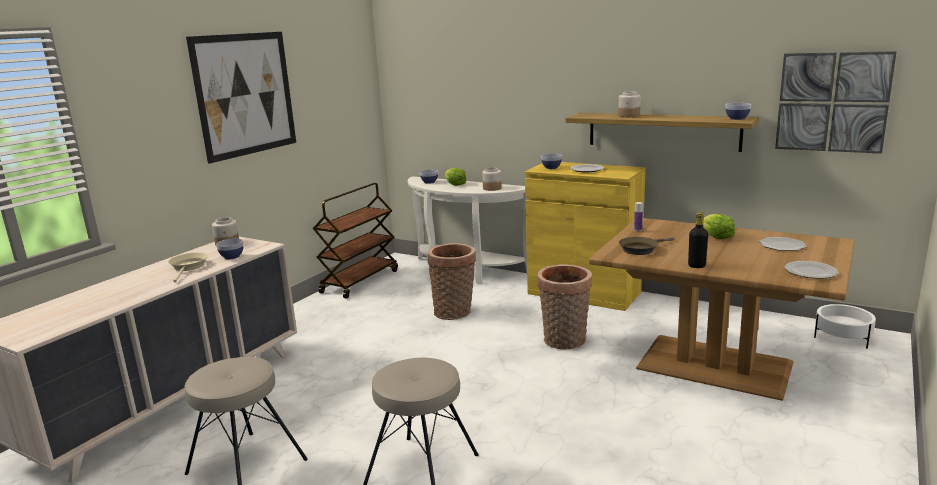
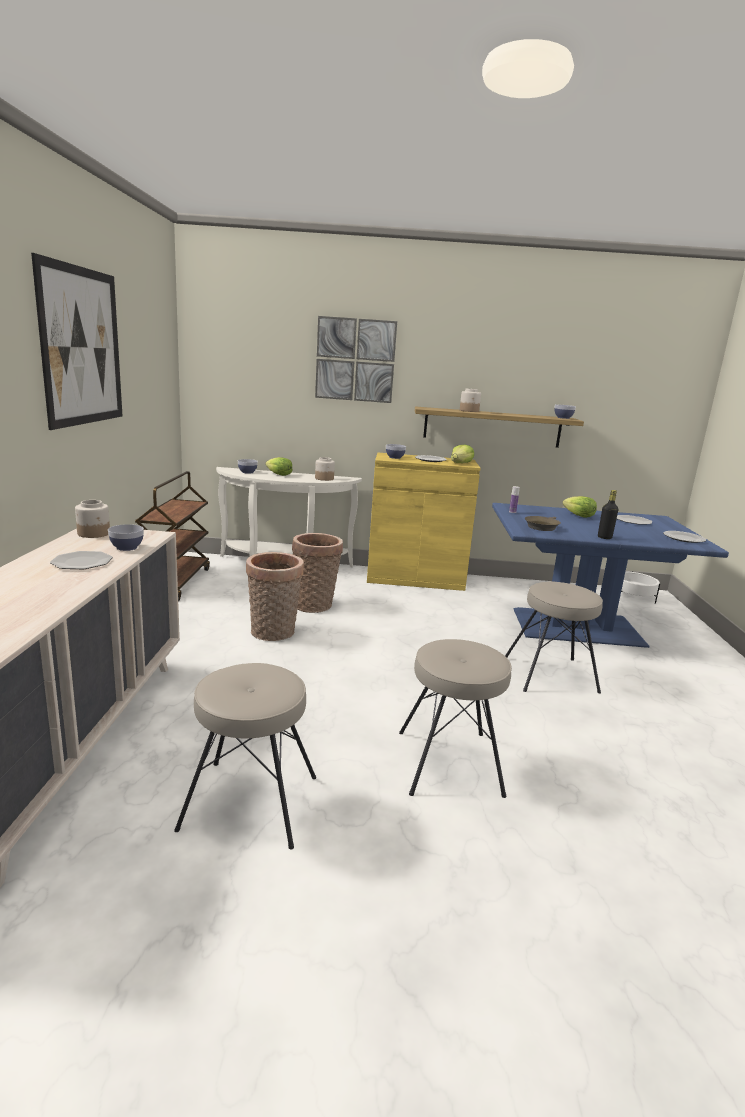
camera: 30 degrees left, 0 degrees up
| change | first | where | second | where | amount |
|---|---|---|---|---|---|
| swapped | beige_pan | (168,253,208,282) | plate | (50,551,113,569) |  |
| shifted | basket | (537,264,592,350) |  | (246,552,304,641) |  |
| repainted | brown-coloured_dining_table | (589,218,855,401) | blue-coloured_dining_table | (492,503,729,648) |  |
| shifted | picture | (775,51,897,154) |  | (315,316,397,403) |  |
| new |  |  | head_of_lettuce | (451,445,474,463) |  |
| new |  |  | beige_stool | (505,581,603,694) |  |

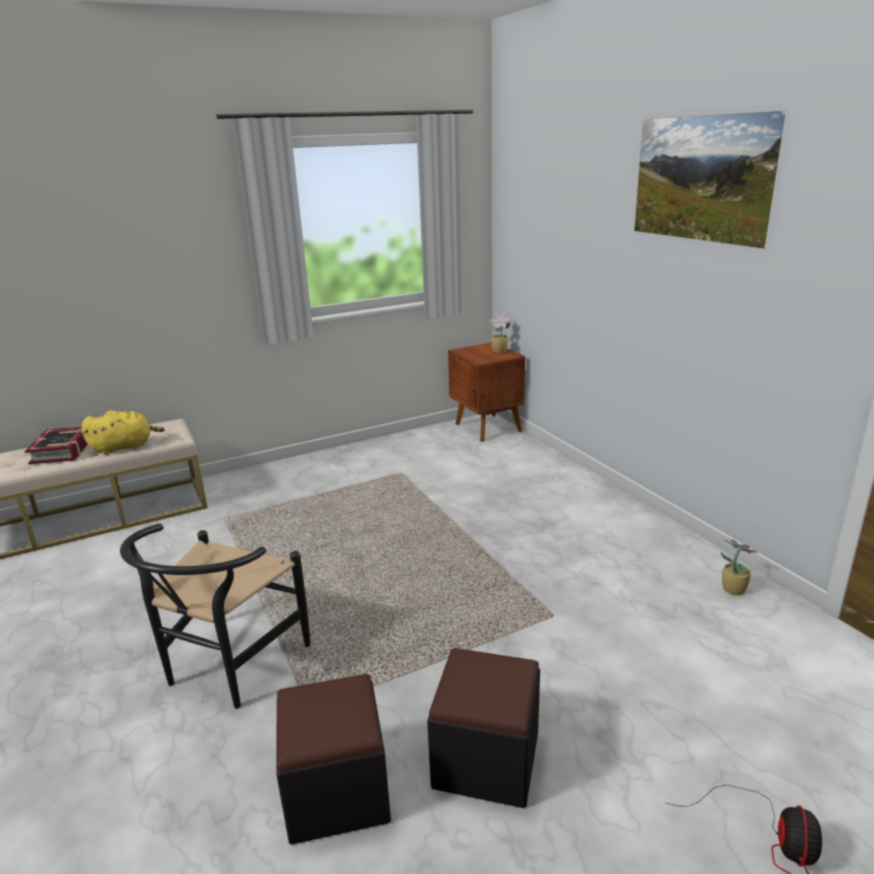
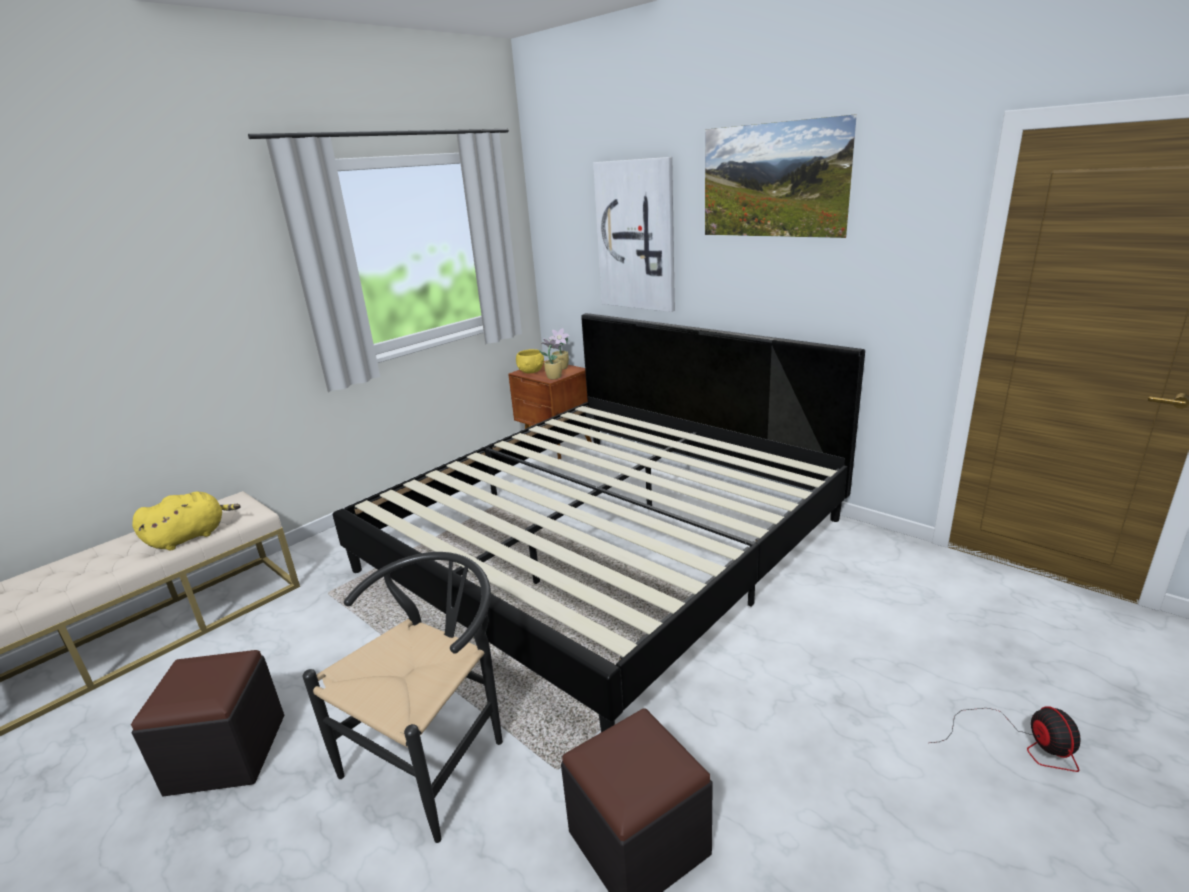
camera: 20 degrees left, 0 degrees up
| change | first | where | second | where | amount |
|---|---|---|---|---|---|
| gone | volume | (25,427,88,464) |  |  |  |
| rotated | black-coloured_upright_chair | (120,524,310,709) |  | (303,552,503,843) | 150 degrees counterclockwise |
| shifted | black-coloured_pouffe | (427,648,540,808) |  | (131,650,284,796) |  |
| shifted | potted_plant | (721,539,758,595) |  | (539,339,562,379) |  |
| new |  |  | sleeping_bed | (333,313,865,732) |  |
| new |  |  | yellow_deep_dish | (516,349,544,373) |  |
| new |  |  | picture | (593,157,675,312) |  |

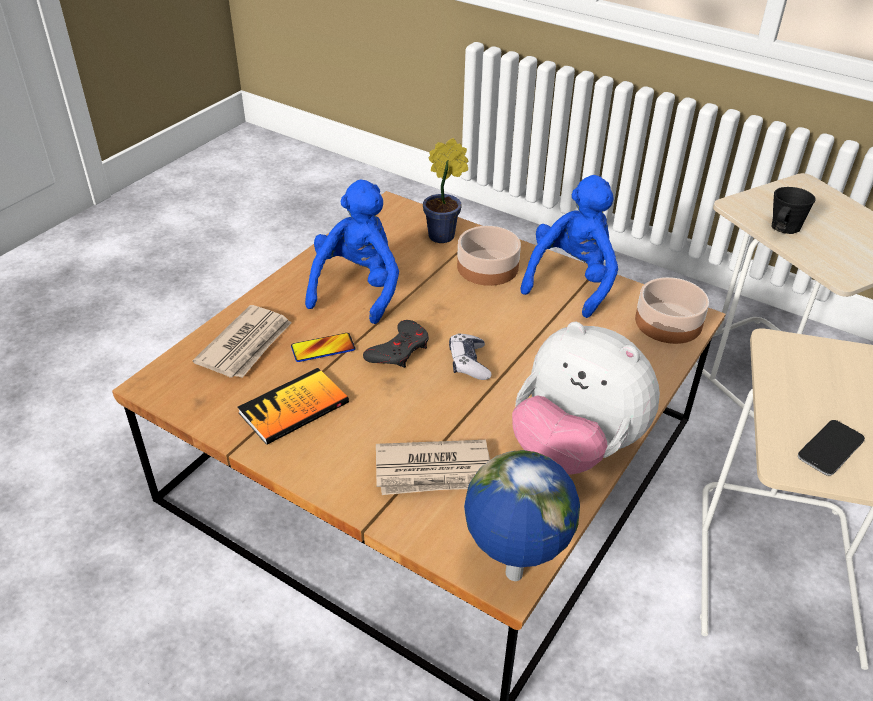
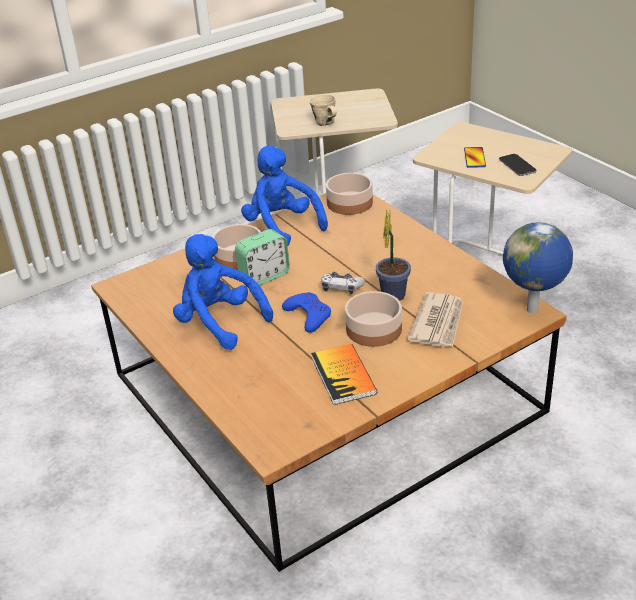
camera: 65 degrees left, 5 degrees down
| change | first | where | second | where | amount |
|---|---|---|---|---|---|
| gone | newspaper | (193,305,292,378) |  |  |  |
| shifted | telephone | (291,333,355,362) |  | (464,147,486,168) |  |
| repainted | gray_joypad | (363,320,429,368) | blue-coloured_joypad | (282,292,331,333) |  |
| shifted | potted_plant | (423,138,468,243) |  | (376,209,411,301) |  |
| gone | cuddly_toy | (512,322,660,475) |  |  |  |
| repainted | black-coloured_mug | (772,187,816,234) | beige_mug | (309,94,337,126) |  |
| new |  |  | bedside_clock | (235,229,290,285) |  |
| new |  |  | deep_dish | (345,291,402,347) |  |

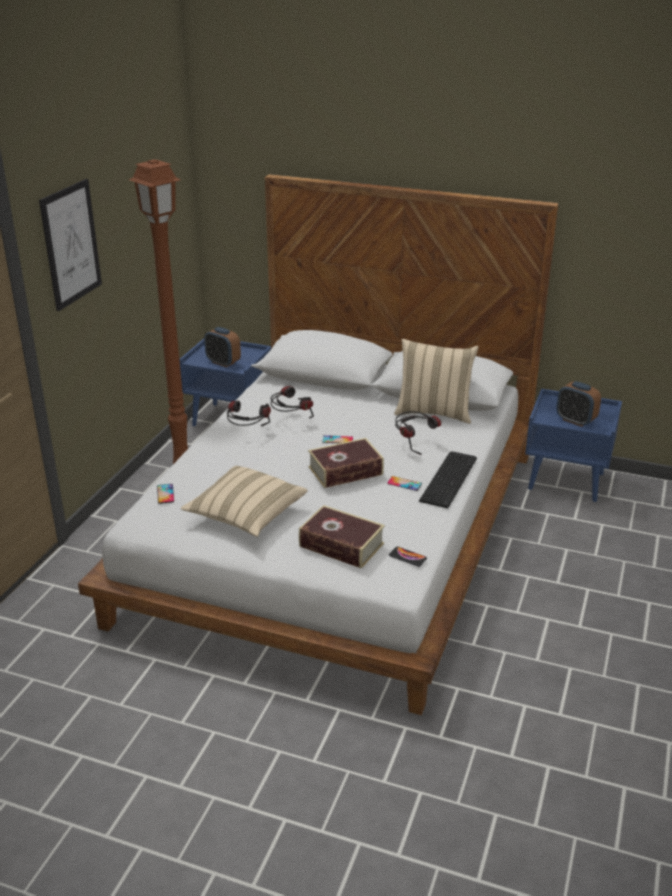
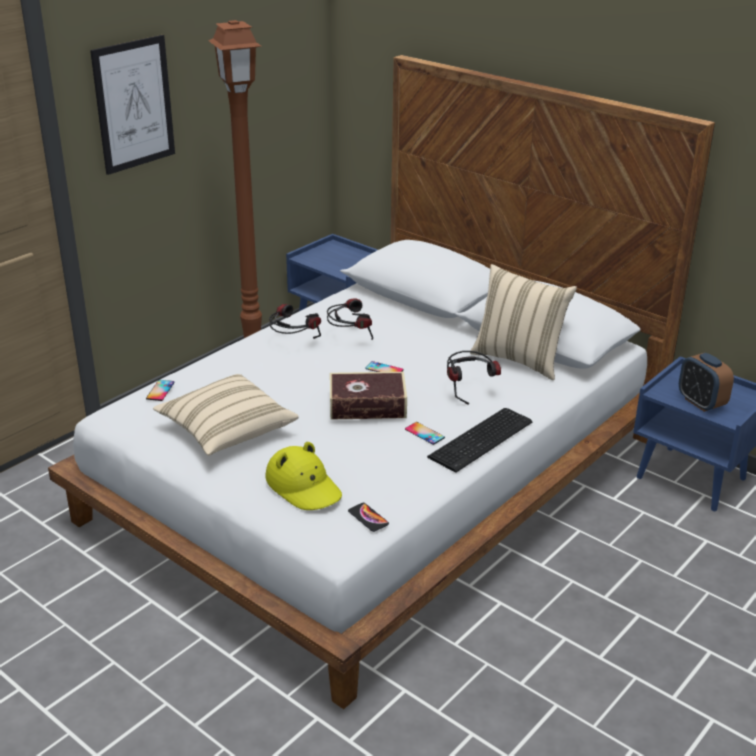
camera: 20 degrees right, 0 degrees up
| change | first | where | second | where | amount |
|---|---|---|---|---|---|
| gone | bedside_clock | (204,327,241,367) |  |  |  |
| swapped | volume | (299,505,385,569) | yellow_hat | (265,442,342,510) |  |

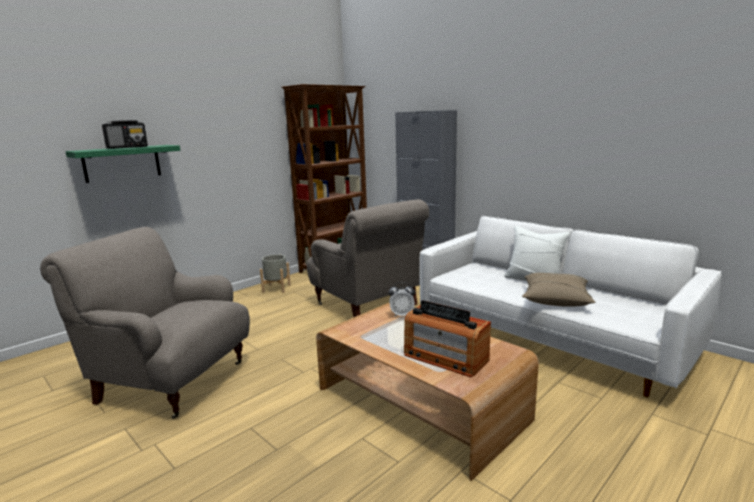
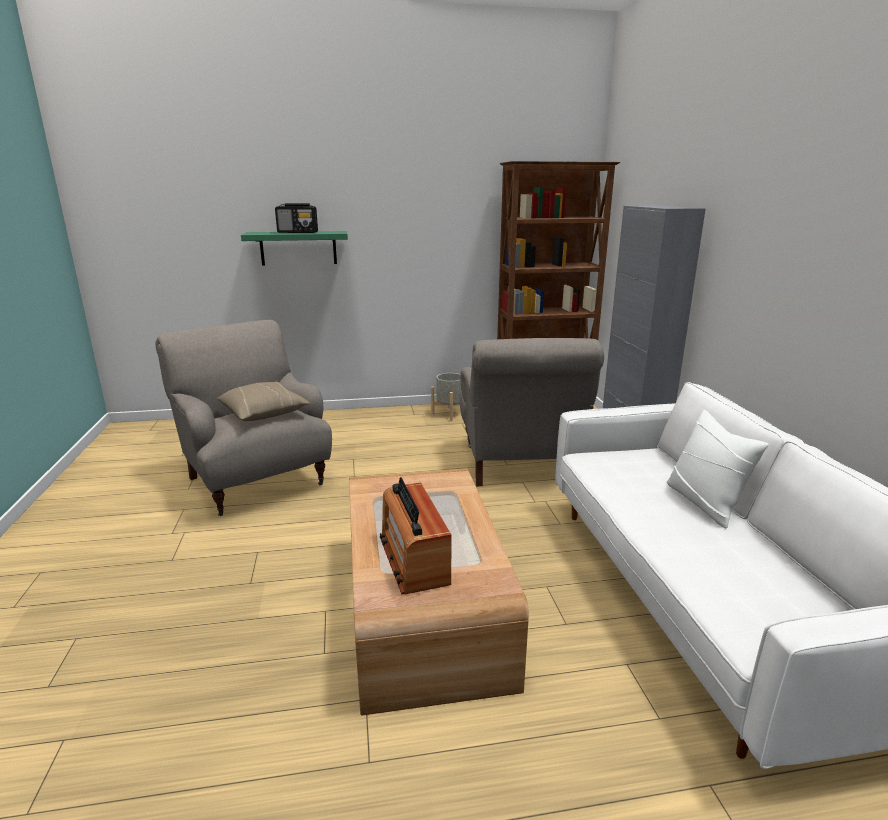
camera: 35 degrees right, 5 degrees up
| change | first | where | second | where | amount |
|---|---|---|---|---|---|
| gone | bedside_clock | (388,282,415,317) |  |  |  |
| shifted | beige_throw_pillow | (522,272,596,307) |  | (218,381,310,421) |  |

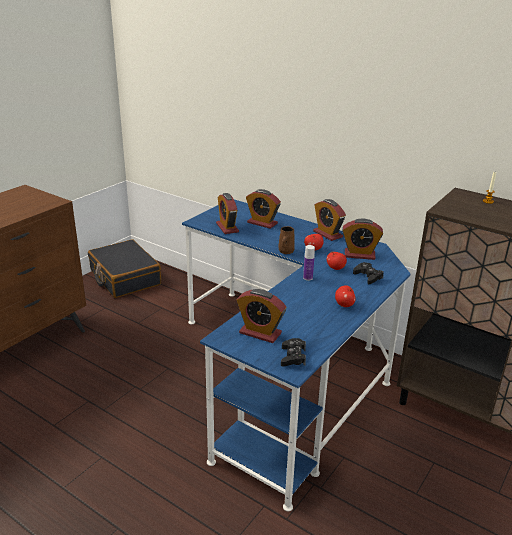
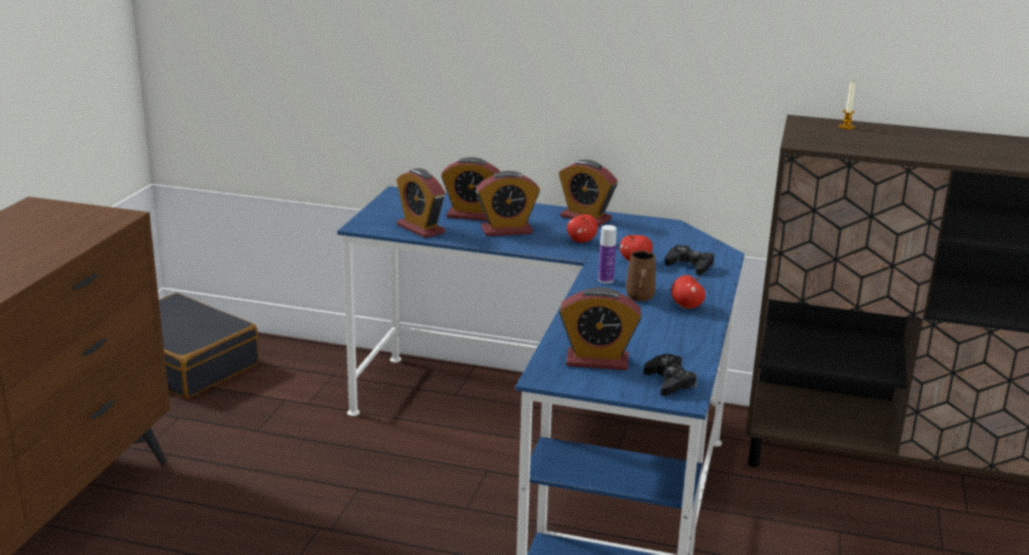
camera: 20 degrees left, 5 degrees down
| change | first | where | second | where | amount |
|---|---|---|---|---|---|
| shifted | brown-coloured_mug | (278,226,295,254) |  | (626,251,656,301) |  |
| shifted | bedside_clock | (342,218,383,260) |  | (476,171,540,236) |  |

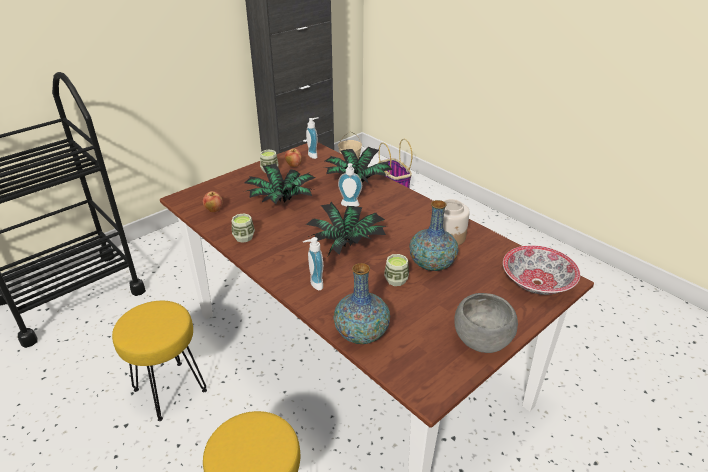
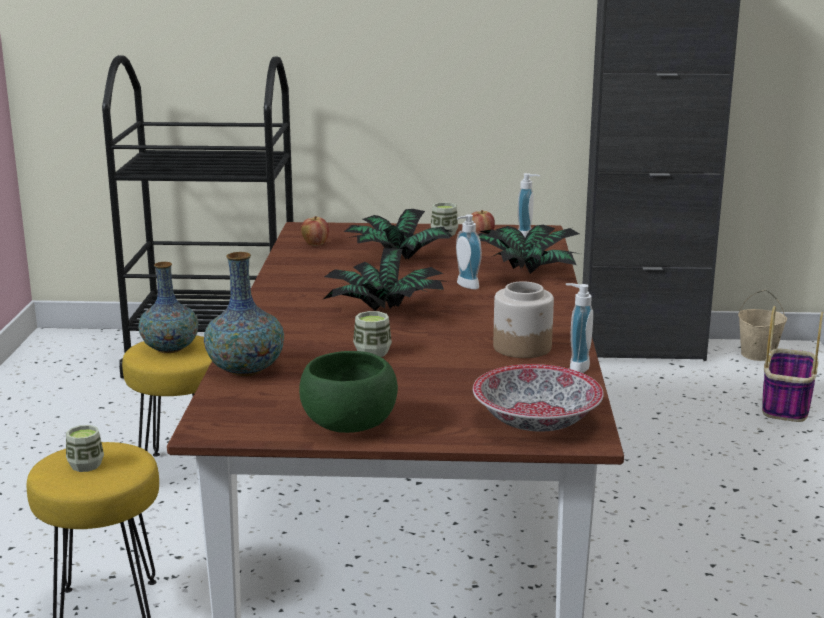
camera: 45 degrees right, 15 degrees down
| change | first | where | second | where | amount |
|---|---|---|---|---|---|
| shifted | cup | (232,213,255,243) |  | (66,425,104,472) |  |
| shifted | liquid_soap_bottle | (303,237,323,290) |  | (566,283,593,373) |  |
| shifted | decorative_vase | (409,200,458,271) |  | (138,262,199,353) |  |
| repainted | gray_deep_dish | (454,293,518,353) | green-coloured_deep_dish | (299,351,398,433) |  |

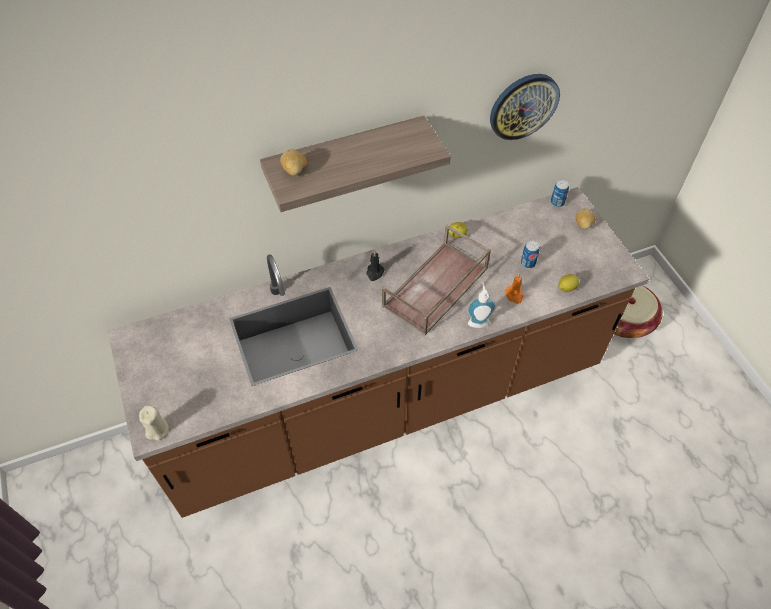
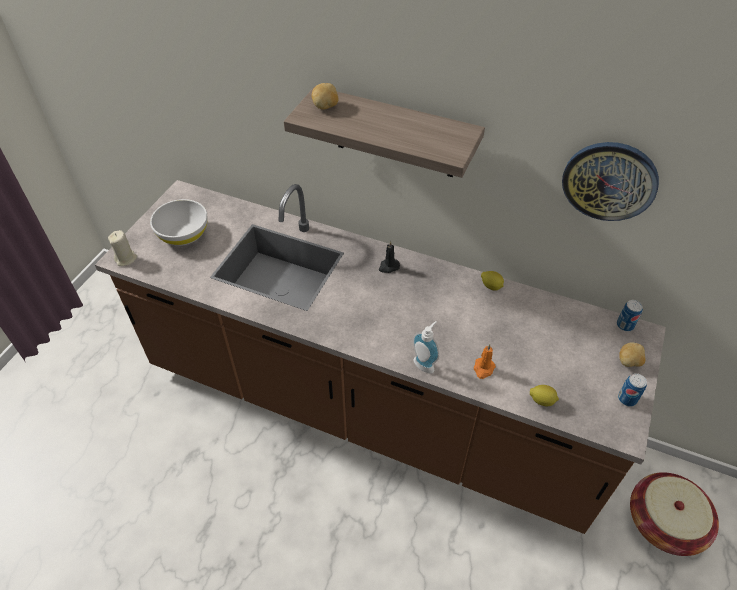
camera: 45 degrees right, 5 degrees down
| change | first | where | second | where | amount |
|---|---|---|---|---|---|
| gone | brown-coloured_serving_tray | (382,225,491,336) |  |  |  |
| shifted | can | (521,241,540,268) |  | (618,373,647,407) |  |
| new |  |  | whitish_deep_dish | (150,199,208,246) |  |

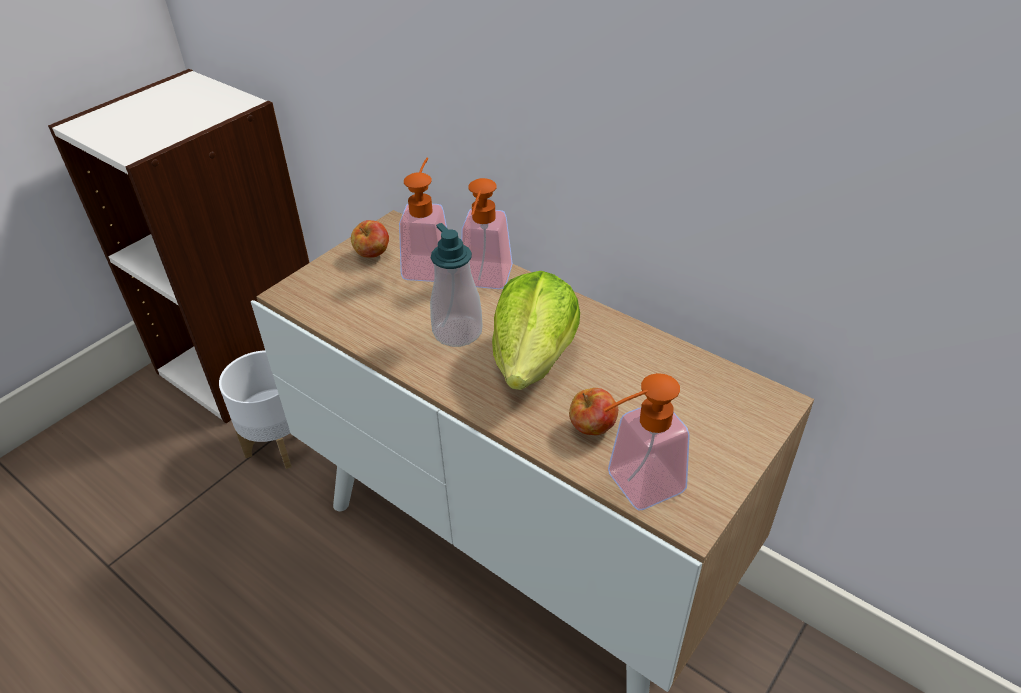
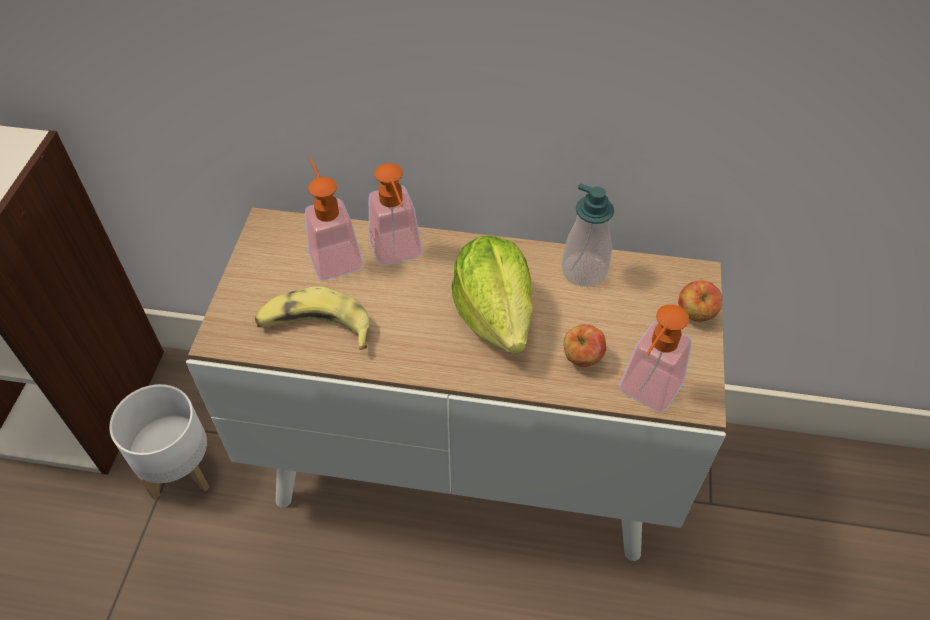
camera: 30 degrees left, 10 degrees up
| change | first | where | second | where | amount |
|---|---|---|---|---|---|
| shifted | apple | (351,220,389,258) |  | (678,280,723,322) |  |
| shifted | liquid_soap_bottle | (430,223,482,347) |  | (562,183,614,287) |  |
| new |  |  | banana | (255,286,370,350) |  |

